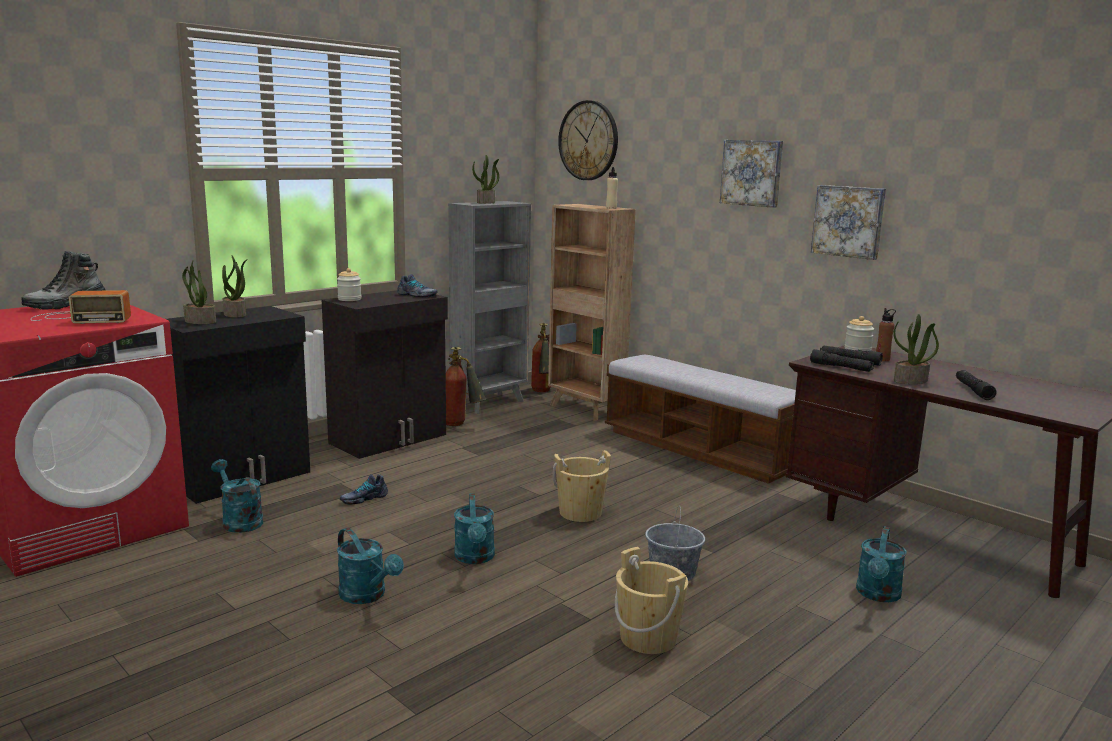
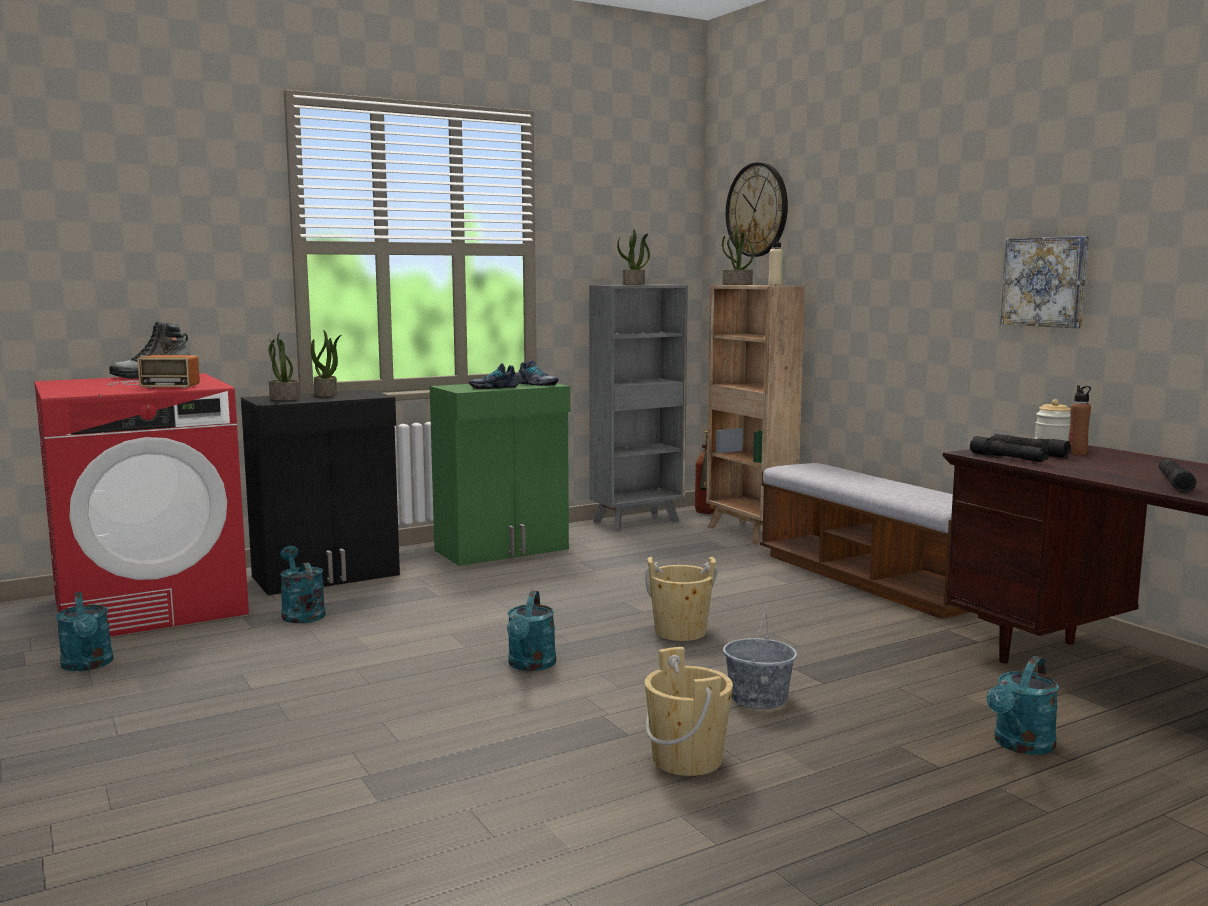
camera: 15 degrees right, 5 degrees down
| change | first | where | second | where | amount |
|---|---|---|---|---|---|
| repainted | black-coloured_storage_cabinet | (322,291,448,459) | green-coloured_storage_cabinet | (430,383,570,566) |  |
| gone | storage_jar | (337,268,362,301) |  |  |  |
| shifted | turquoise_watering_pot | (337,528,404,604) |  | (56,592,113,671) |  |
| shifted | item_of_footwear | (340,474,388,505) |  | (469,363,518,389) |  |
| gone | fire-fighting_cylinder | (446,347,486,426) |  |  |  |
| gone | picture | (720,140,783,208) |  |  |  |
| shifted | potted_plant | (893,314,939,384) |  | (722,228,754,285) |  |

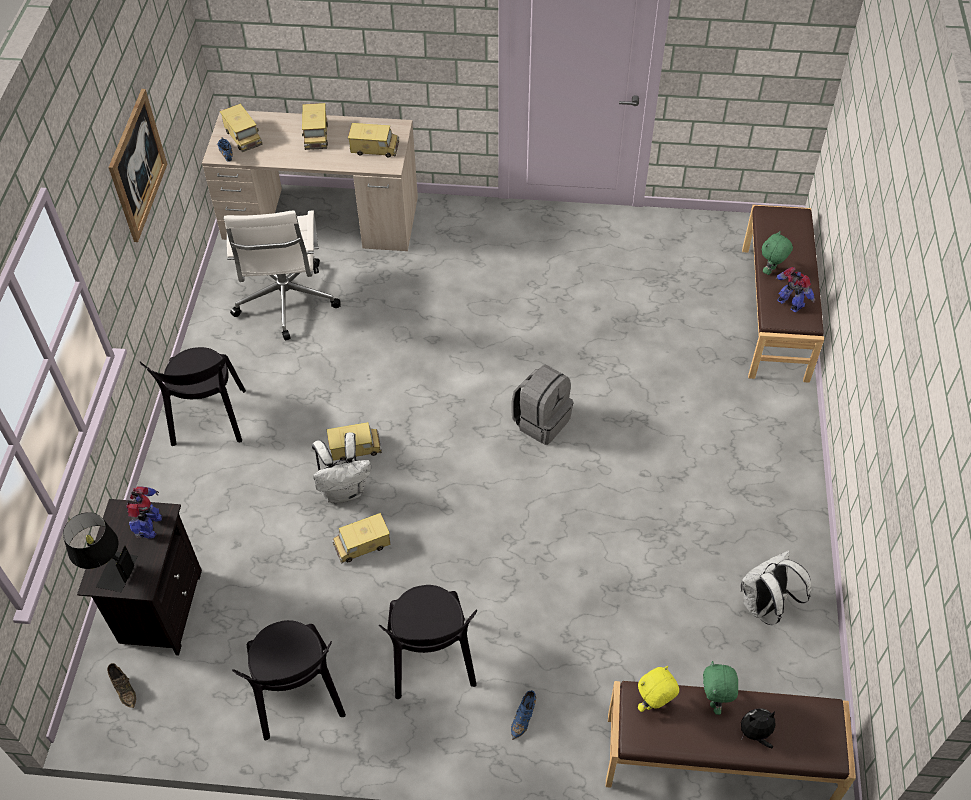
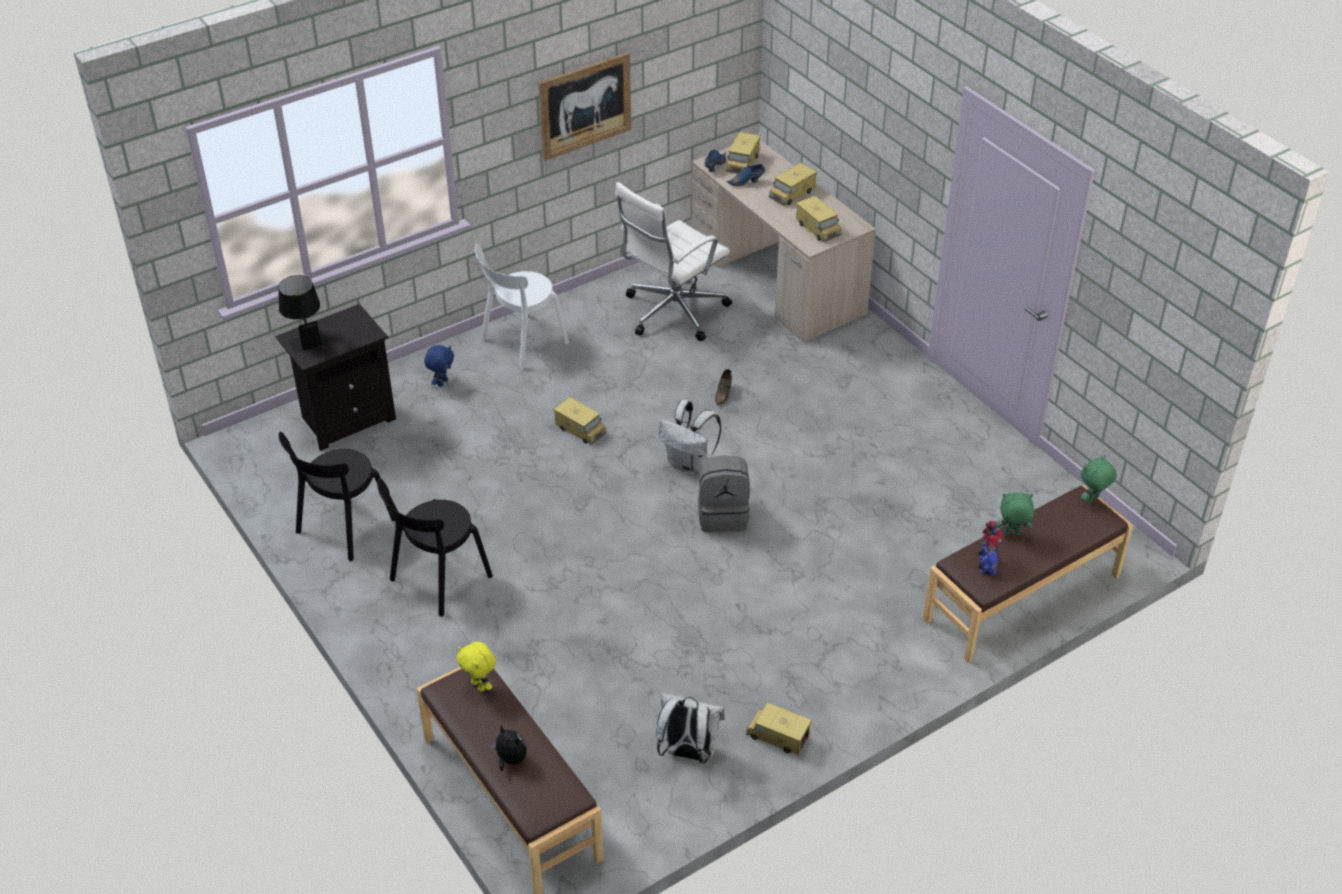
camera: 50 degrees right, 10 degrees down
| change | first | where | second | where | amount |
|---|---|---|---|---|---|
| shifted | brown-coloured_item_of_footwear | (107,663,136,708) |  | (715,369,732,405) |  |
| gone | toy_robot | (126,486,163,539) |  |  |  |
| repainted | black-coloured_upright_chair | (139,347,246,446) | whitish_upright_chair | (475,244,569,370) |  |
| shifted | whitish_knapsack | (312,432,371,503) |  | (659,400,721,475) |  |
| shifted | toy_lorry | (332,513,390,564) |  | (746,702,812,755) |  |
| shifted | blue-coloured_item_of_footwear | (511,691,536,740) |  | (727,164,765,186) |  |
| rotated | yellow_cuddly_toy | (638,666,679,712) |  | (457,642,496,692) | 150 degrees counterclockwise |
| shifted | green-coloured_cuddly_toy | (703,661,738,715) |  | (1081,455,1117,503) |  |
| new |  |  | blue-coloured_cuddly_toy | (424,345,454,387) |  |

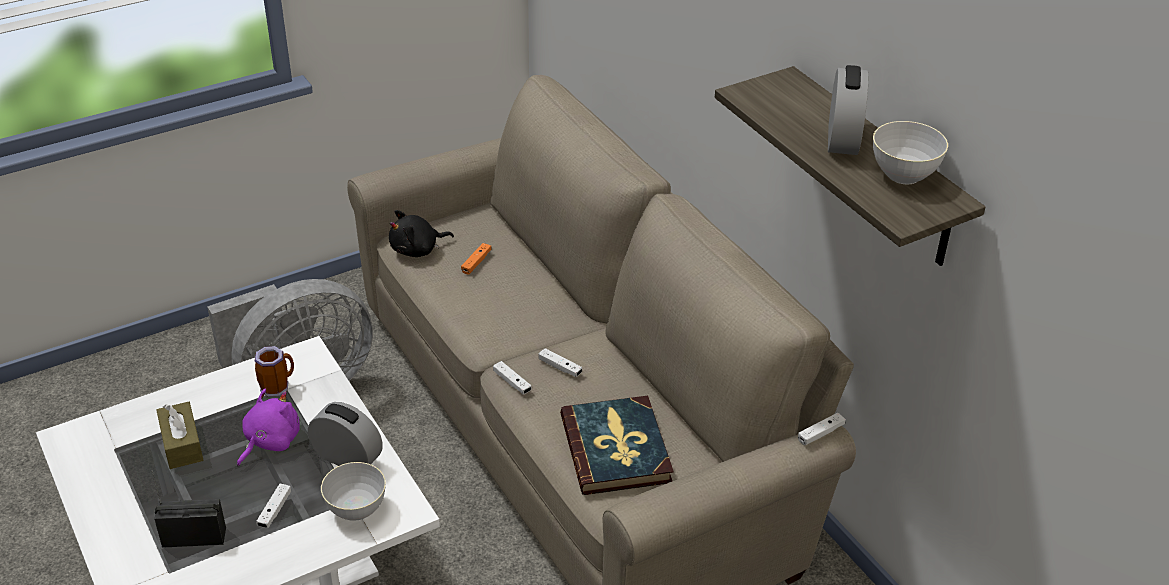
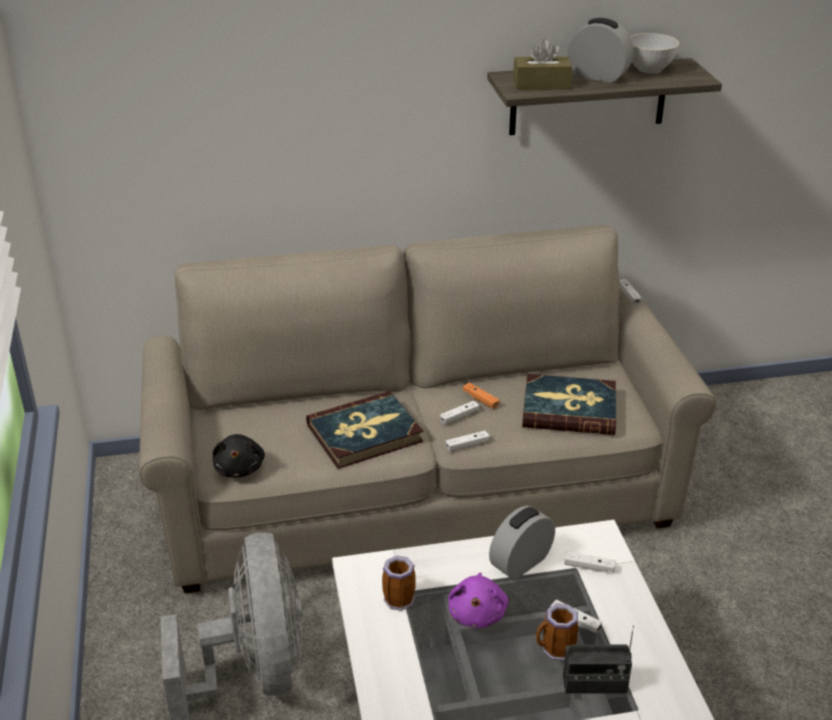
camera: 70 degrees left, 5 degrees down
| change | first | where | second | where | amount |
|---|---|---|---|---|---|
| rotated | radio | (152,470,226,548) |  | (563,626,634,694) | 105 degrees counterclockwise |
| shifted | brown-coloured_tissue_holder | (156,402,203,469) |  | (513,39,572,90) |  |
| rotated | purple_cuddly_toy | (237,389,300,466) |  | (448,573,508,628) | 135 degrees counterclockwise |
| swapped | gray_deep_dish | (321,462,386,521) | whitish_joypad | (564,551,616,572) |  |
| shifted | orangey_joypad | (461,243,492,275) |  | (463,382,499,409) |  |
| new |  |  | volume | (306,391,423,469) |  |
| new |  |  | mug | (536,603,578,661) |  |

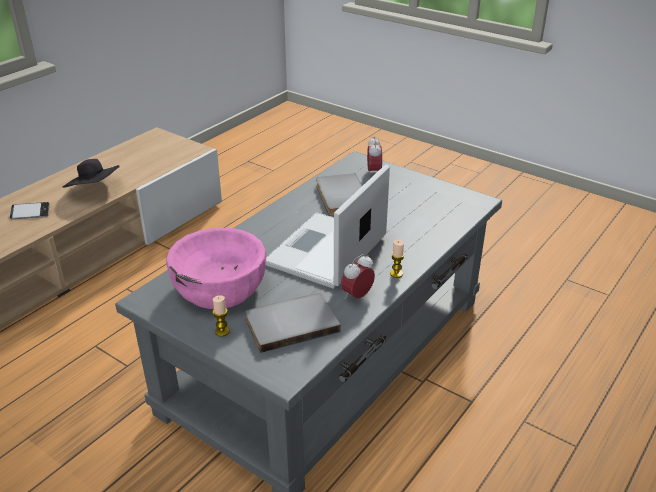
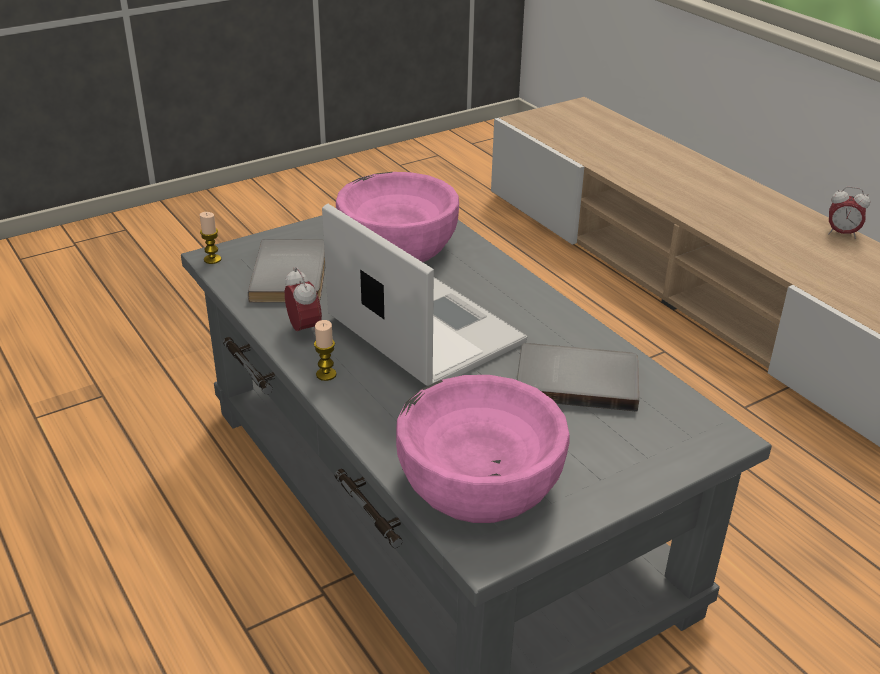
camera: 110 degrees right, 0 degrees up
| change | first | where | second | where | amount |
|---|---|---|---|---|---|
| gone | telephone | (10,202,50,219) |  |  |  |
| gone | black-coloured_hat | (63,159,120,188) |  |  |  |
| shifted | candle | (213,295,230,337) |  | (200,212,221,264) |  |
| shifted | bedside_clock | (367,136,382,172) |  | (828,187,870,239) |  |
| new |  |  | pink-coloured_deep_dish | (396,375,569,523) |  |

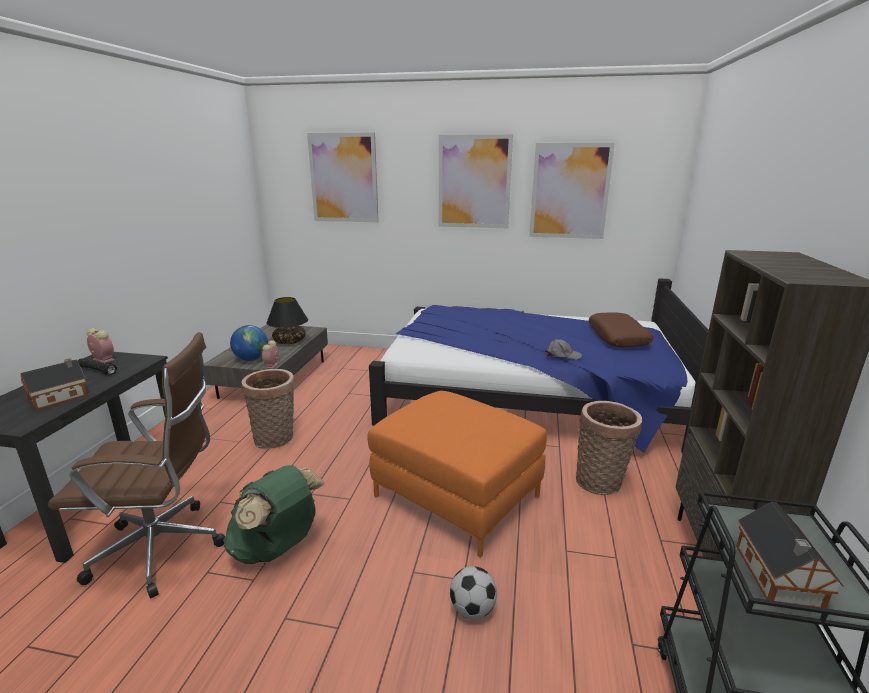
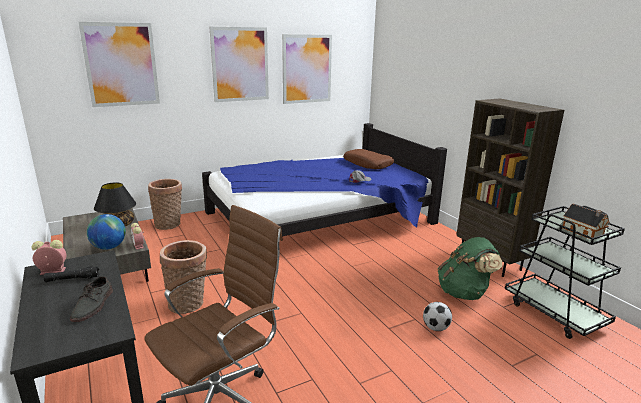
camera: 40 degrees left, 0 degrees up
| change | first | where | second | where | amount |
|---|---|---|---|---|---|
| swapped | model_house | (20,358,87,410) | gray_item_of_footwear | (70,276,113,322) |  |
| shifted | green-coloured_knapsack | (223,465,324,564) |  | (438,237,502,300) |  |
| gone | orangey_pouffe | (367,391,547,558) |  |  |  |
| shifted | basket | (576,401,642,495) |  | (148,179,182,230) |  |

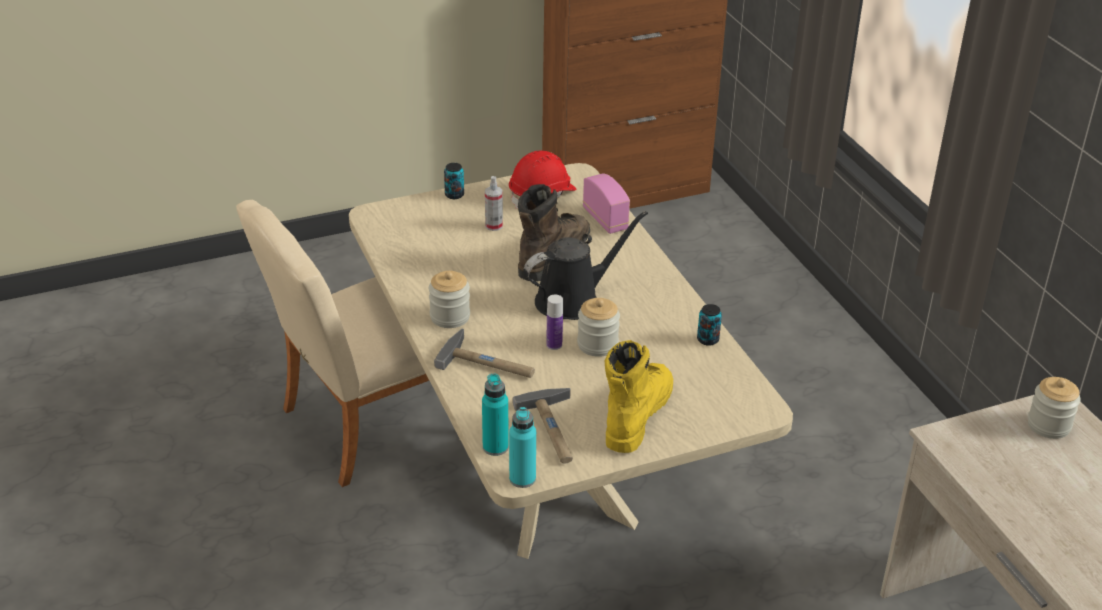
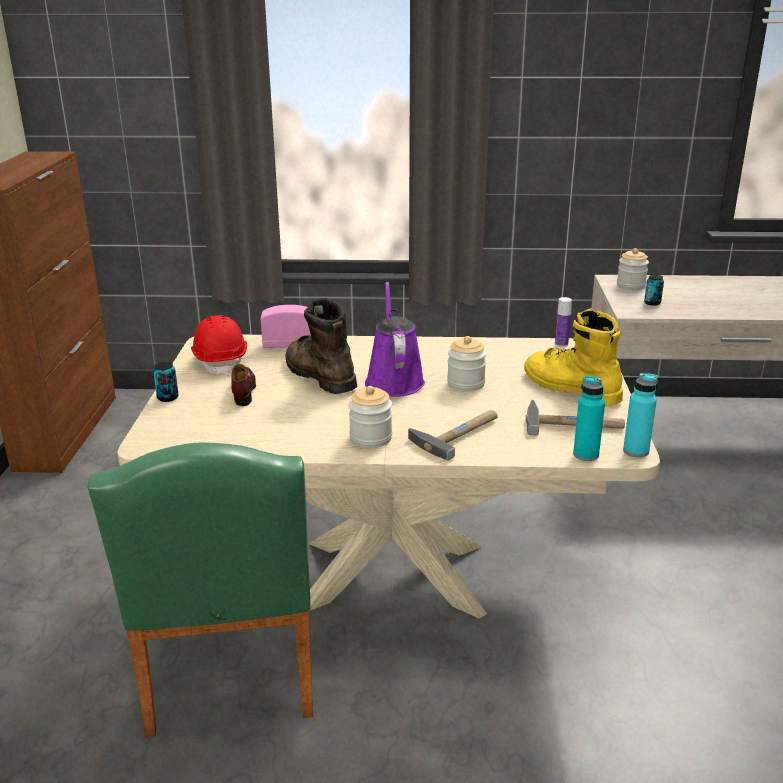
camera: 65 degrees left, 10 degrees down
| change | first | where | second | where | amount |
|---|---|---|---|---|---|
| repainted | beige_upright_chair | (236,200,429,487) | green-coloured_upright_chair | (88,443,313,737) |  |
| swapped | hand_sprayer | (485,176,503,231) | brown-coloured_item_of_footwear | (231,364,256,406) |  |
| repainted | black-coloured_watering_pot | (524,211,648,320) | purple_watering_pot | (365,282,425,397) |  |
| shifted | beverage_bottle | (546,295,563,350) |  | (555,297,572,347) |  |
| shifted | can | (697,304,722,346) |  | (644,275,664,306) |  |

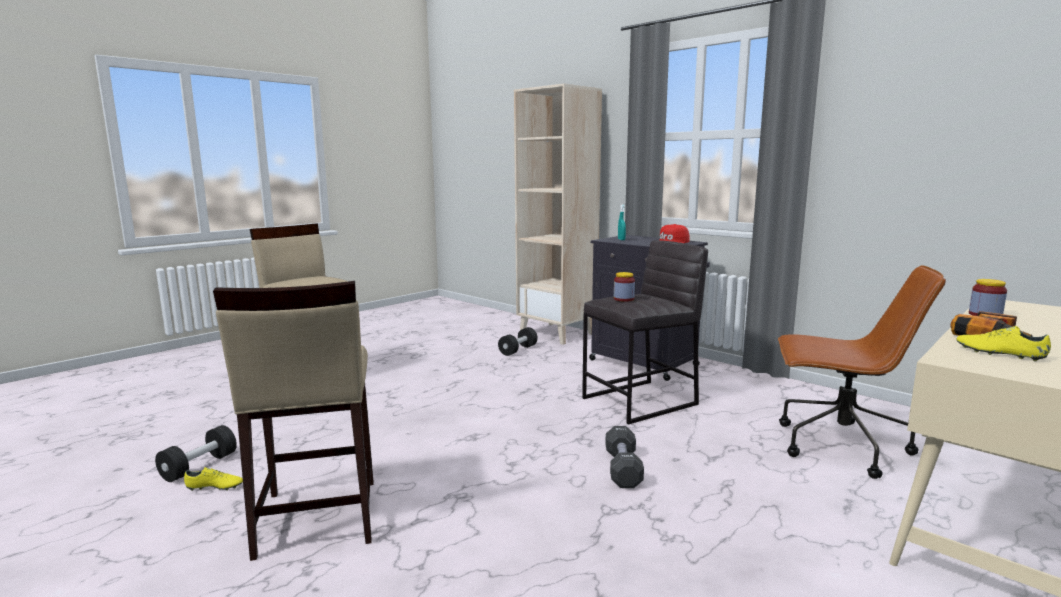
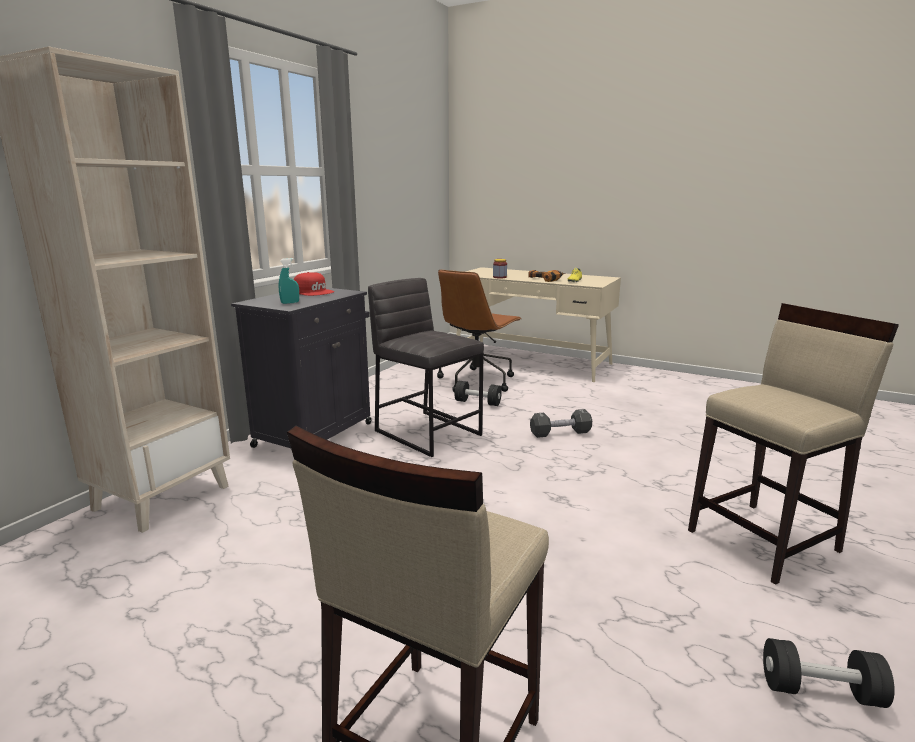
camera: 105 degrees left, 5 degrees up
| change | first | where | second | where | amount |
|---|---|---|---|---|---|
| gone | yellow_item_of_footwear | (184,467,243,491) |  |  |  |
| shifted | black-coloured_dumbbell | (498,327,538,356) |  | (455,381,502,406) |  |
| gone | storage_jar | (614,272,635,302) |  |  |  |
| rotated | brown-coloured_computer_chair | (778,265,946,479) |  | (437,269,522,393) | 150 degrees counterclockwise |

